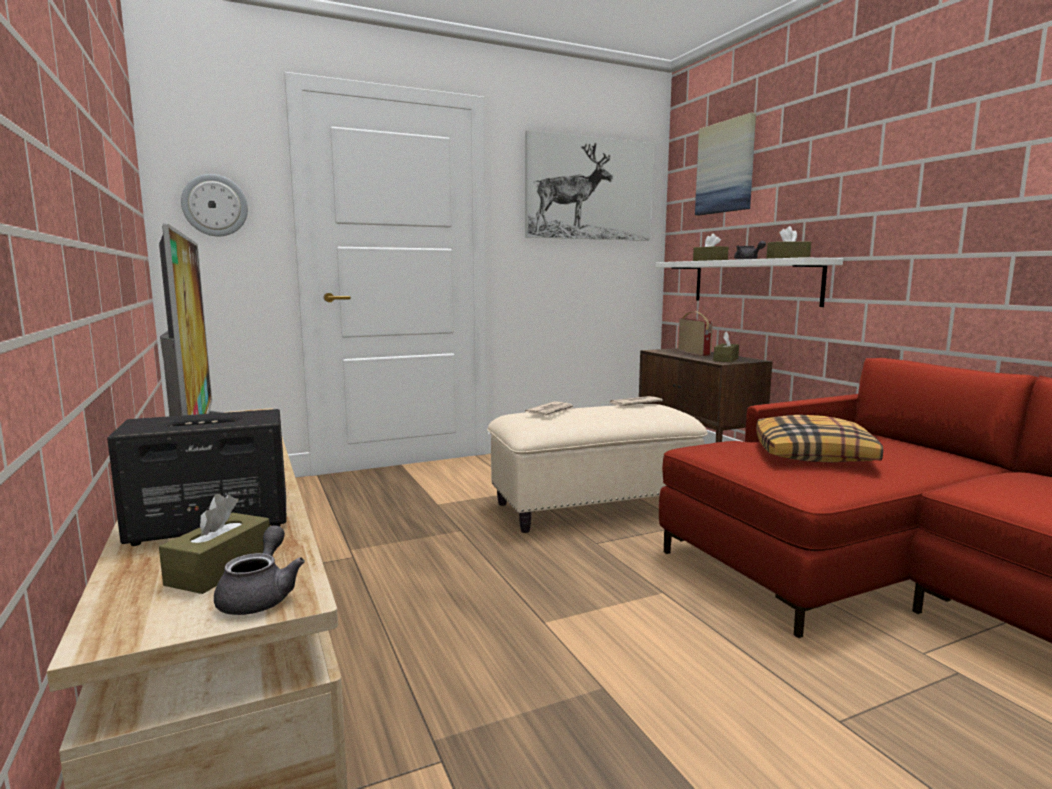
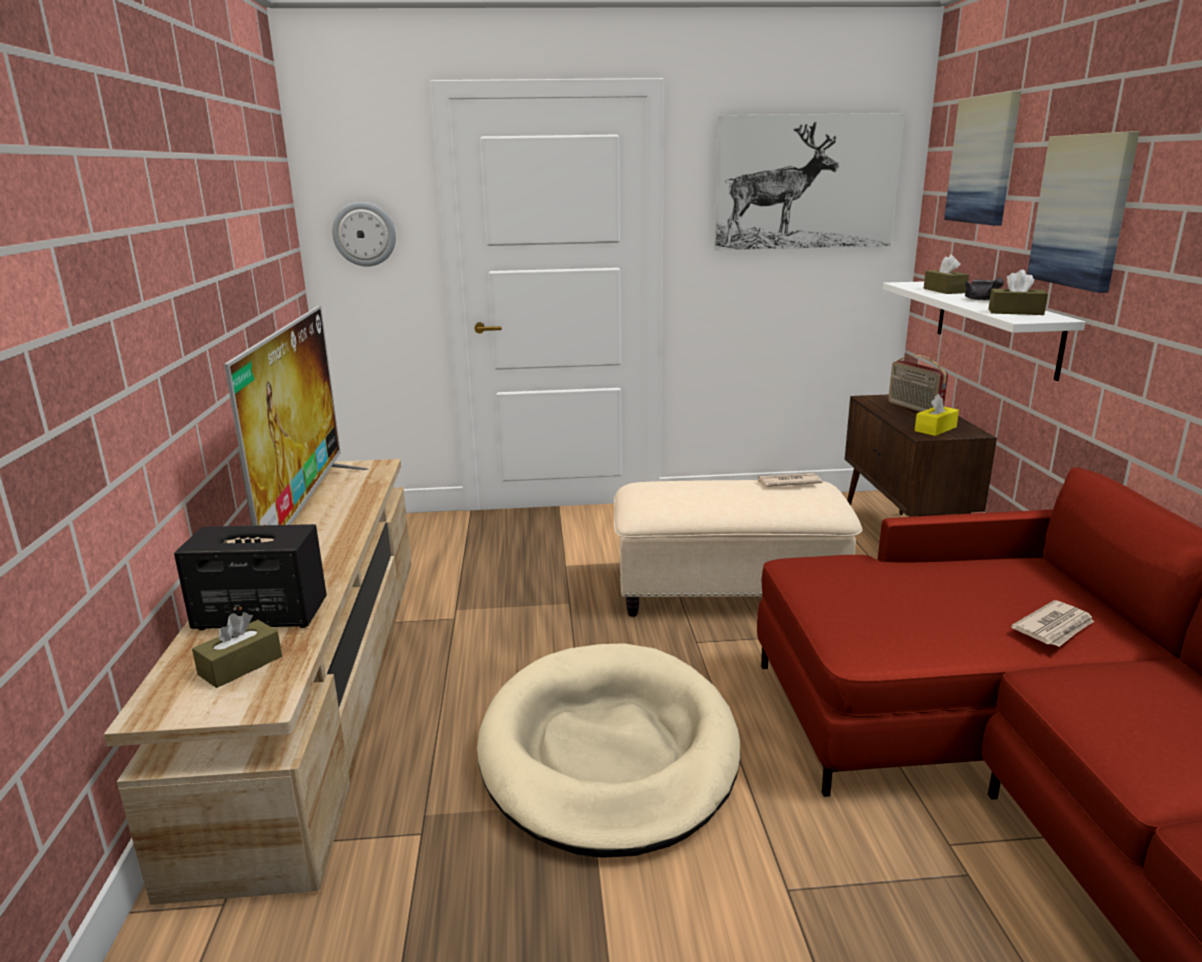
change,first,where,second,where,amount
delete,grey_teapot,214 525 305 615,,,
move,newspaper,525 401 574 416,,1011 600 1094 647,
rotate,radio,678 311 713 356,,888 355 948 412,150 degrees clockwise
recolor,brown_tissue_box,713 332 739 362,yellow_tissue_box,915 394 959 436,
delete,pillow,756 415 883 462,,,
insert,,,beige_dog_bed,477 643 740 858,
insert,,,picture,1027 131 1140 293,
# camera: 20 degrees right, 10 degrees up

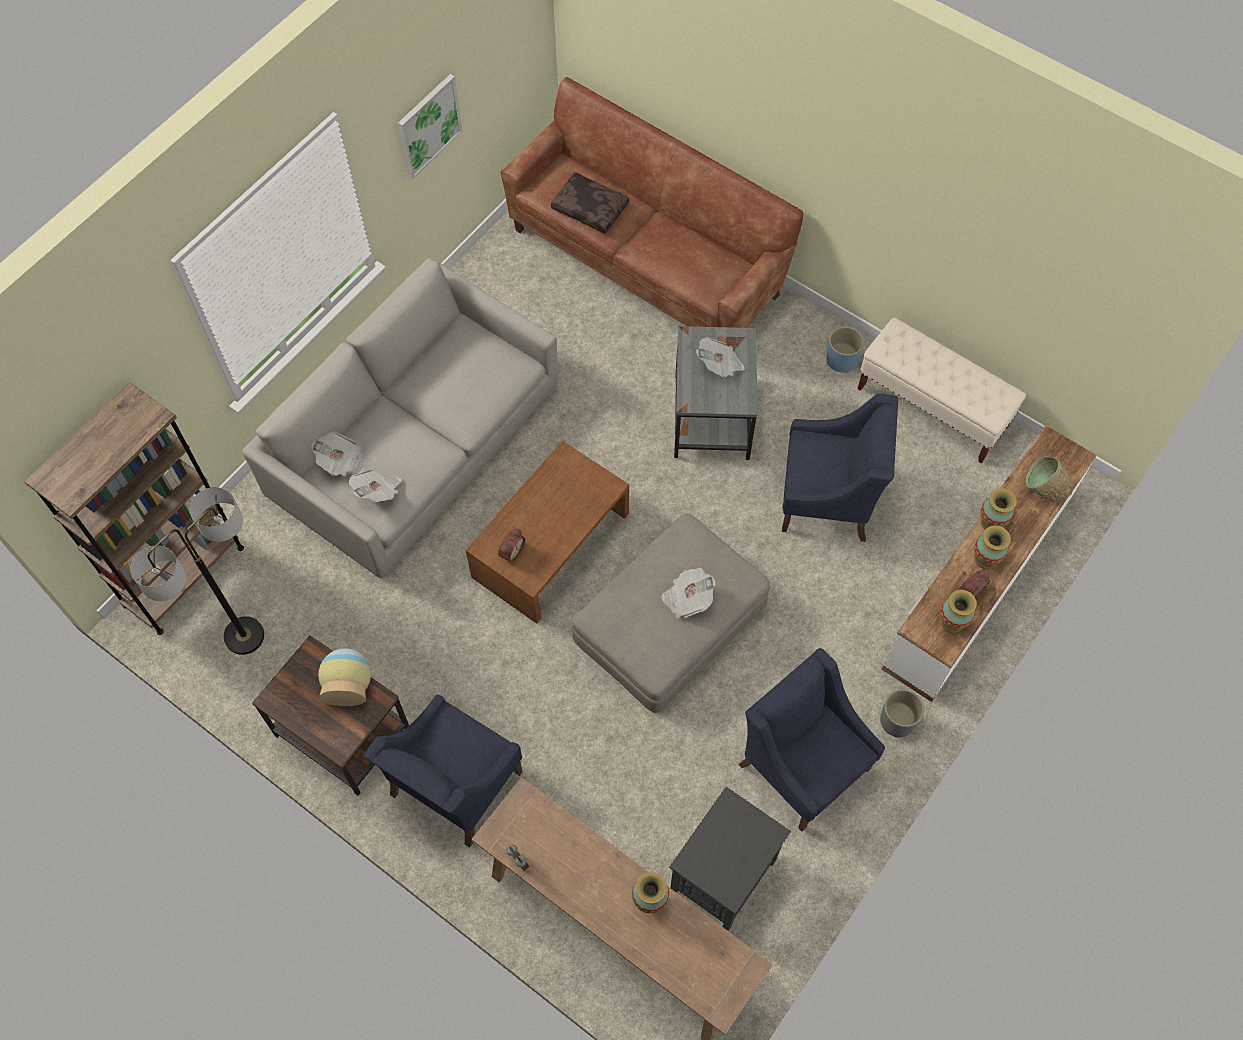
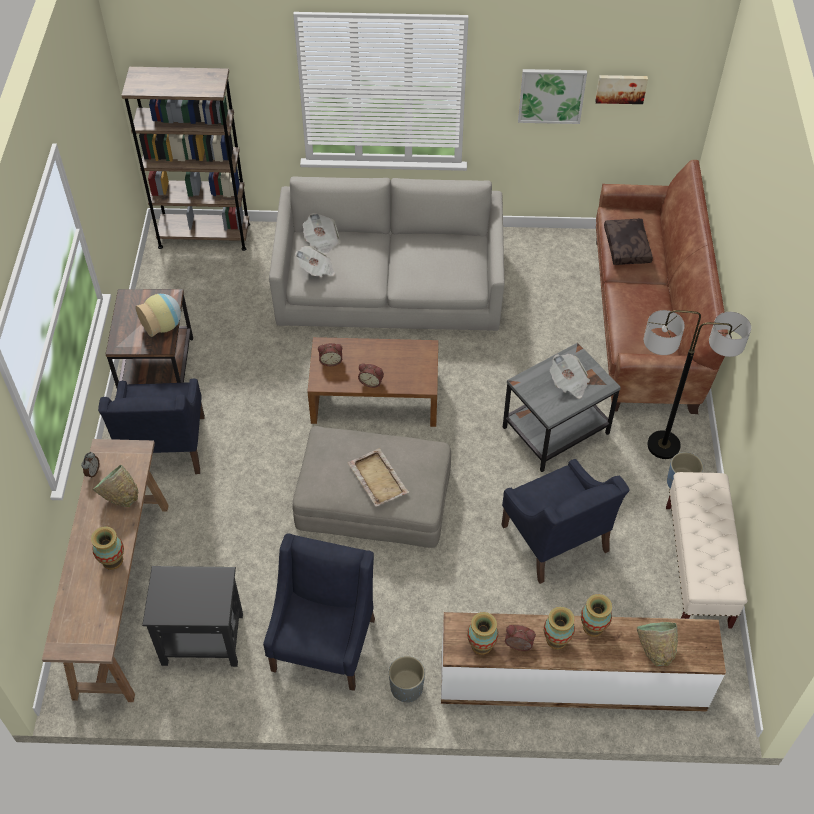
change,first,where,second,where,amount
move,floor_lamp,130 487 264 655,,644 310 751 459,
rotate,blue_armchair,364 695 523 848,,98 379 205 474,90 degrees counterclockwise
replace,newspaper,661 568 716 619,beige_tray,347 448 409 507,
insert,,,green_bowl,93 465 138 507,
insert,,,alarm_clock,358 363 384 388,
insert,,,picture,595 75 648 104,
# camera: 55 degrees right, 10 degrees down

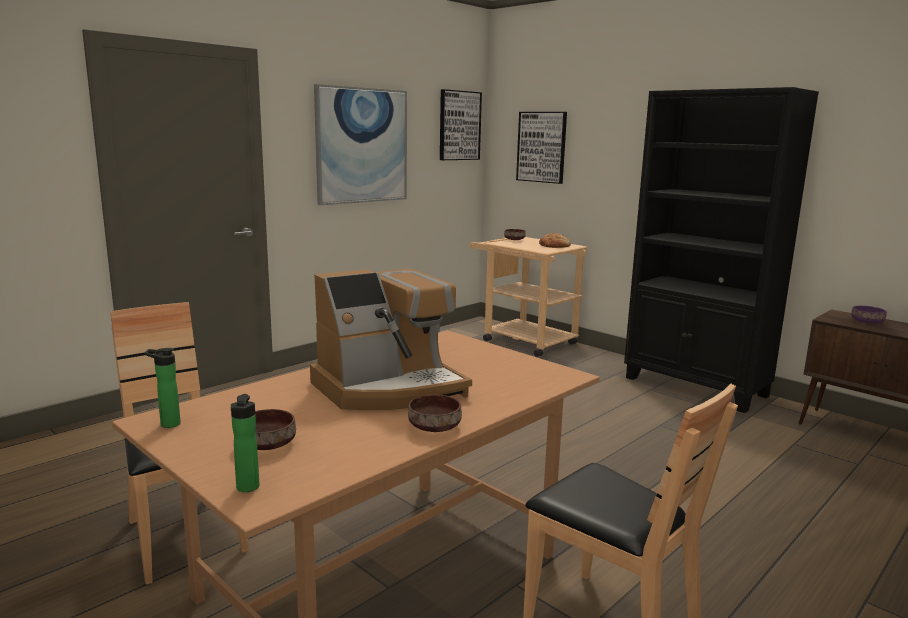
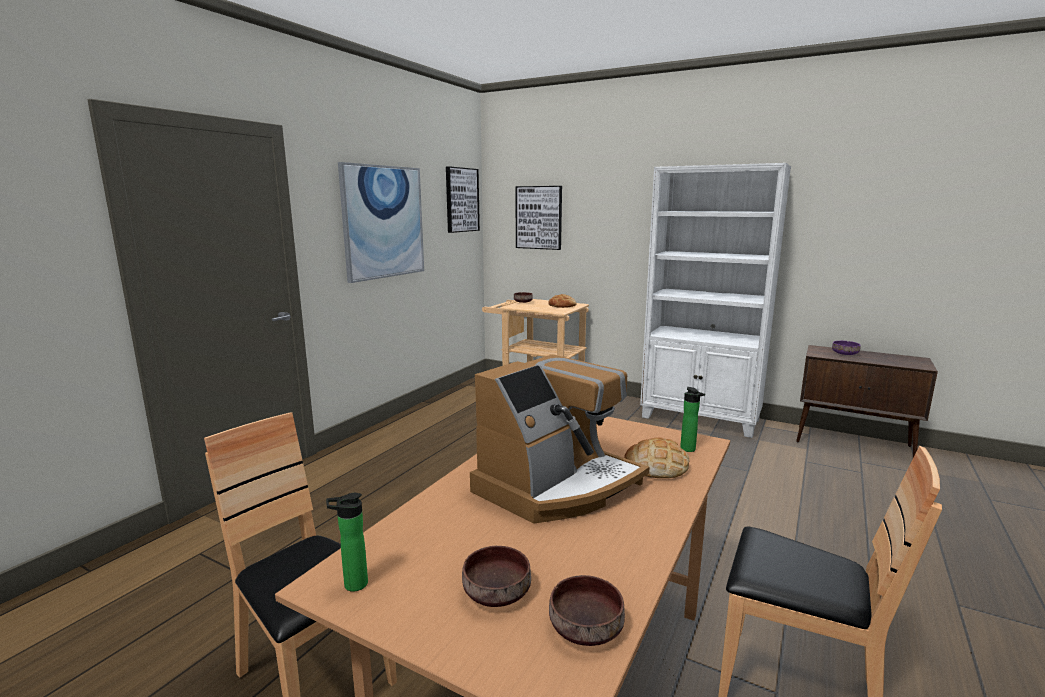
change,first,where,second,where,amount
move,bottle,231 394 259 492,,680 387 705 452,
move,brown_bowl,408 395 462 432,,549 575 625 646,
recolor,black_bookcase,624 87 819 413,white_bookcase,640 163 791 438,
insert,,,bread,624 437 690 478,
# camera: 15 degrees left, 0 degrees up

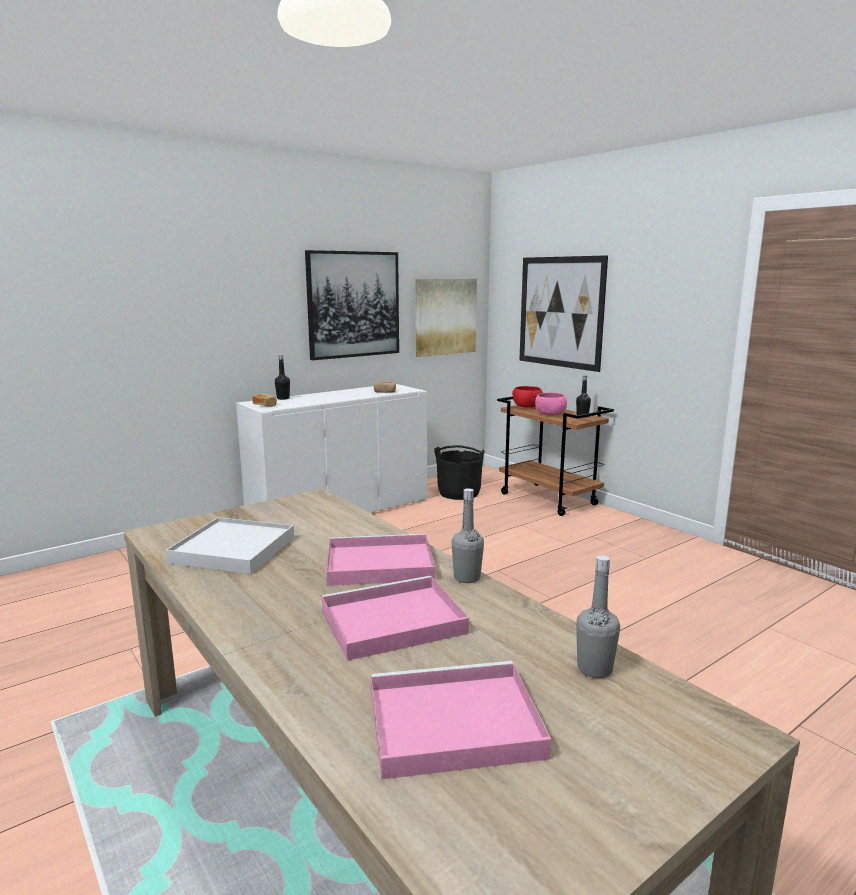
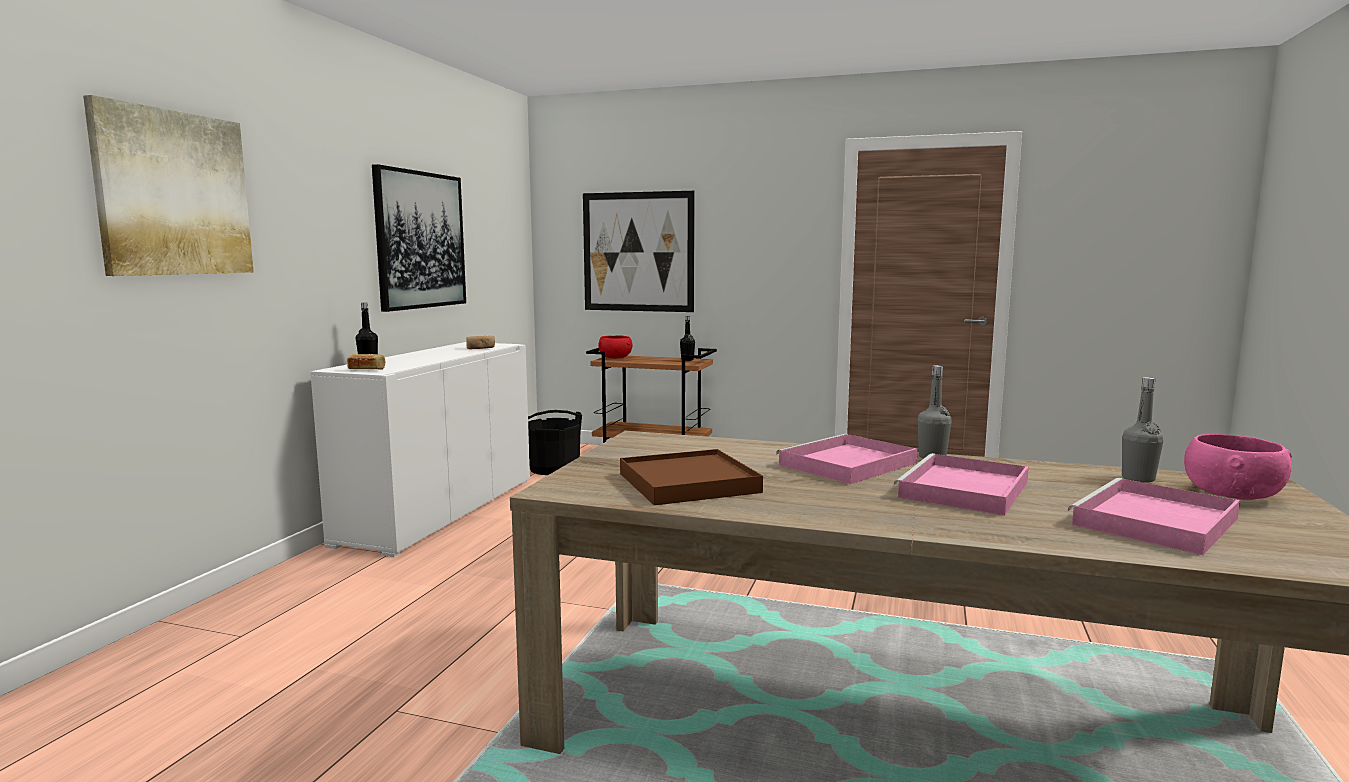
change,first,where,second,where,amount
recolor,white_tray,165 517 294 574,brown_tray,620 449 763 505,
move,picture,416 279 477 357,,83 95 254 276,
move,pink_bowl,535 393 567 416,,1184 434 1292 500,
# camera: 35 degrees left, 5 degrees down

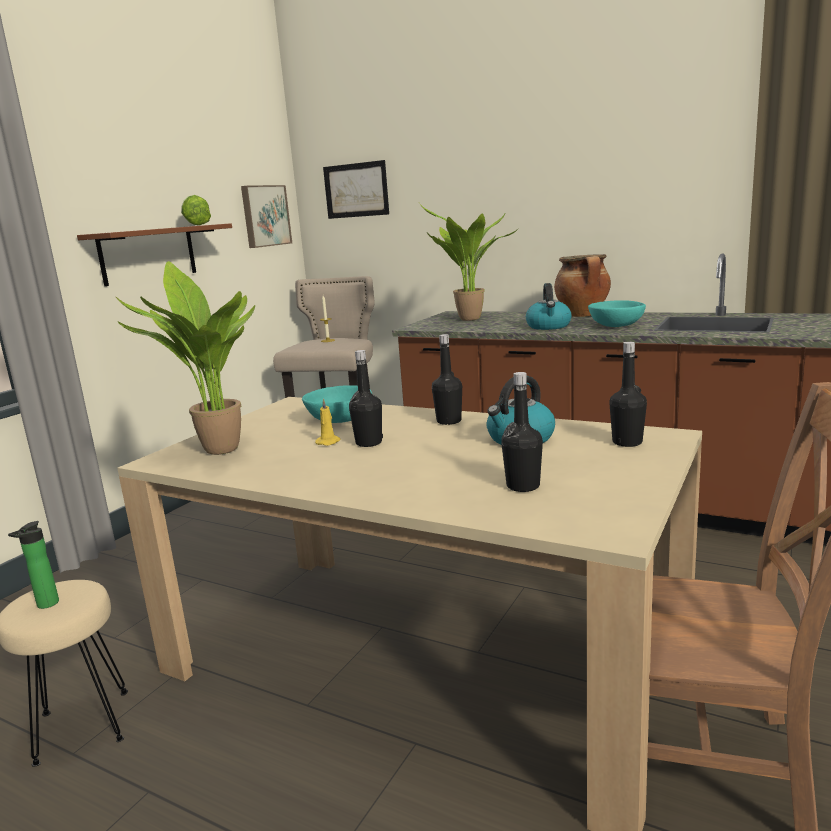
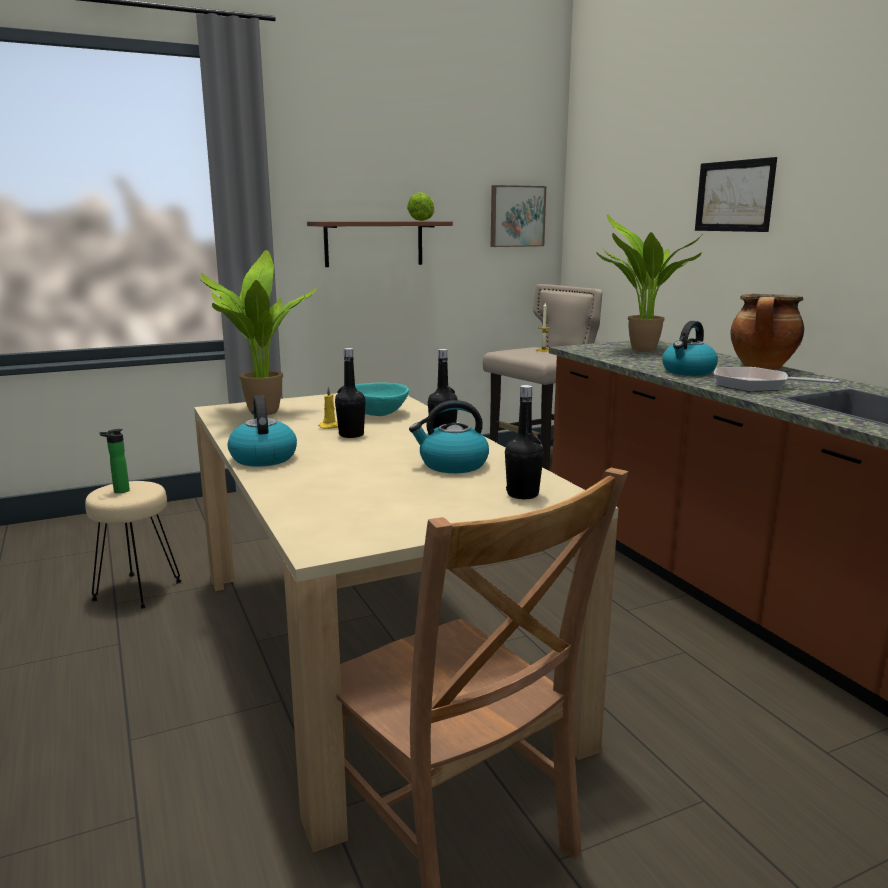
change,first,where,second,where,amount
move,picture,323 160 389 219,,695 157 777 232,
delete,black_bottle,501 372 543 492,,,
replace,turquoise_bowl,588 300 646 327,frying_pan,714 367 839 392,
insert,,,kettle,228 395 297 467,
# camera: 35 degrees right, 0 degrees up

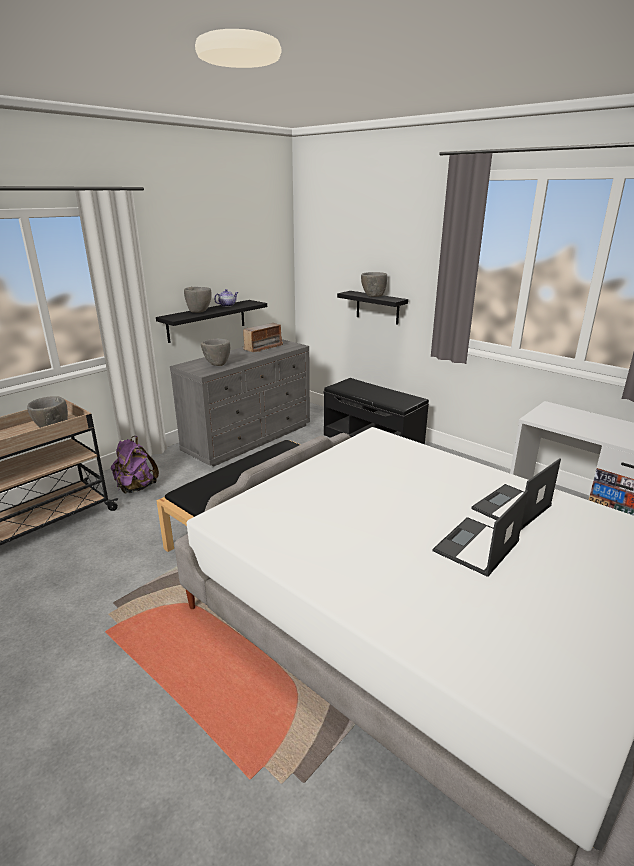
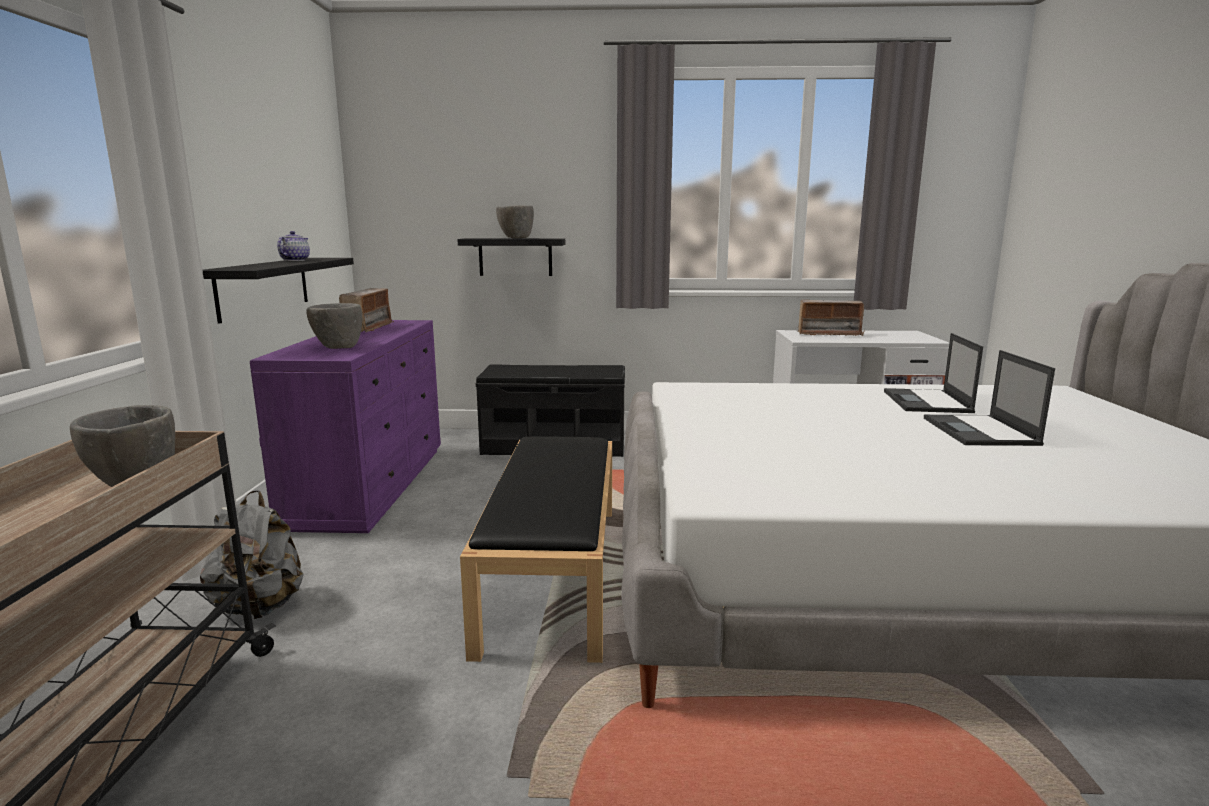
change,first,where,second,where,amount
recolor,purple_backpack,111 436 159 494,grey_backpack,200 490 303 619,
recolor,grey_dresser,170 339 310 467,purple_dresser,250 320 441 533,
delete,grey_bowl,184 287 212 313,,,
insert,,,radio,797 300 865 336,
# camera: 40 degrees left, 10 degrees down

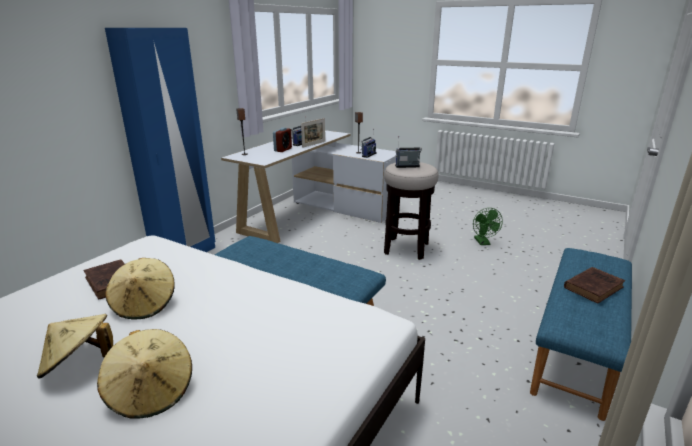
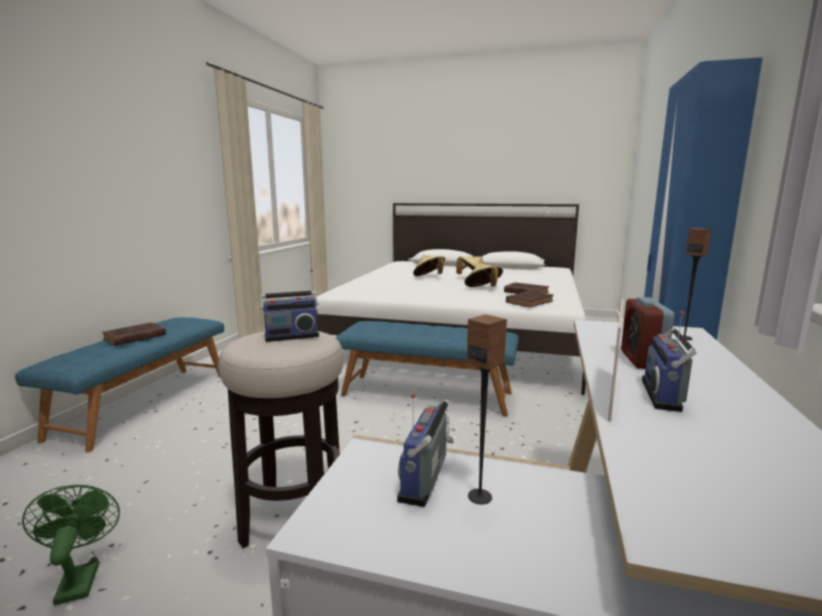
change,first,where,second,where,amount
insert,,,brown_book,506 291 553 308,
# camera: 165 degrees right, 10 degrees down

